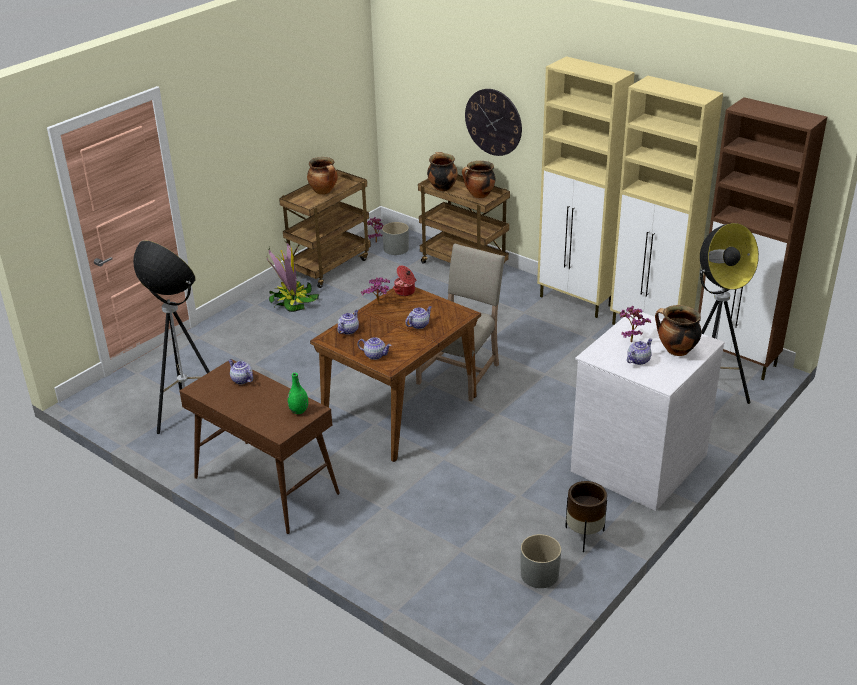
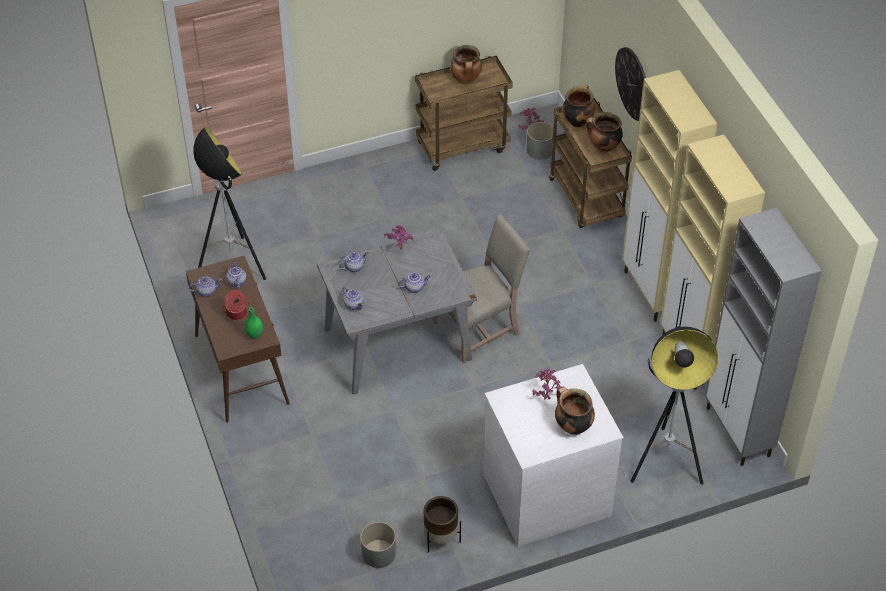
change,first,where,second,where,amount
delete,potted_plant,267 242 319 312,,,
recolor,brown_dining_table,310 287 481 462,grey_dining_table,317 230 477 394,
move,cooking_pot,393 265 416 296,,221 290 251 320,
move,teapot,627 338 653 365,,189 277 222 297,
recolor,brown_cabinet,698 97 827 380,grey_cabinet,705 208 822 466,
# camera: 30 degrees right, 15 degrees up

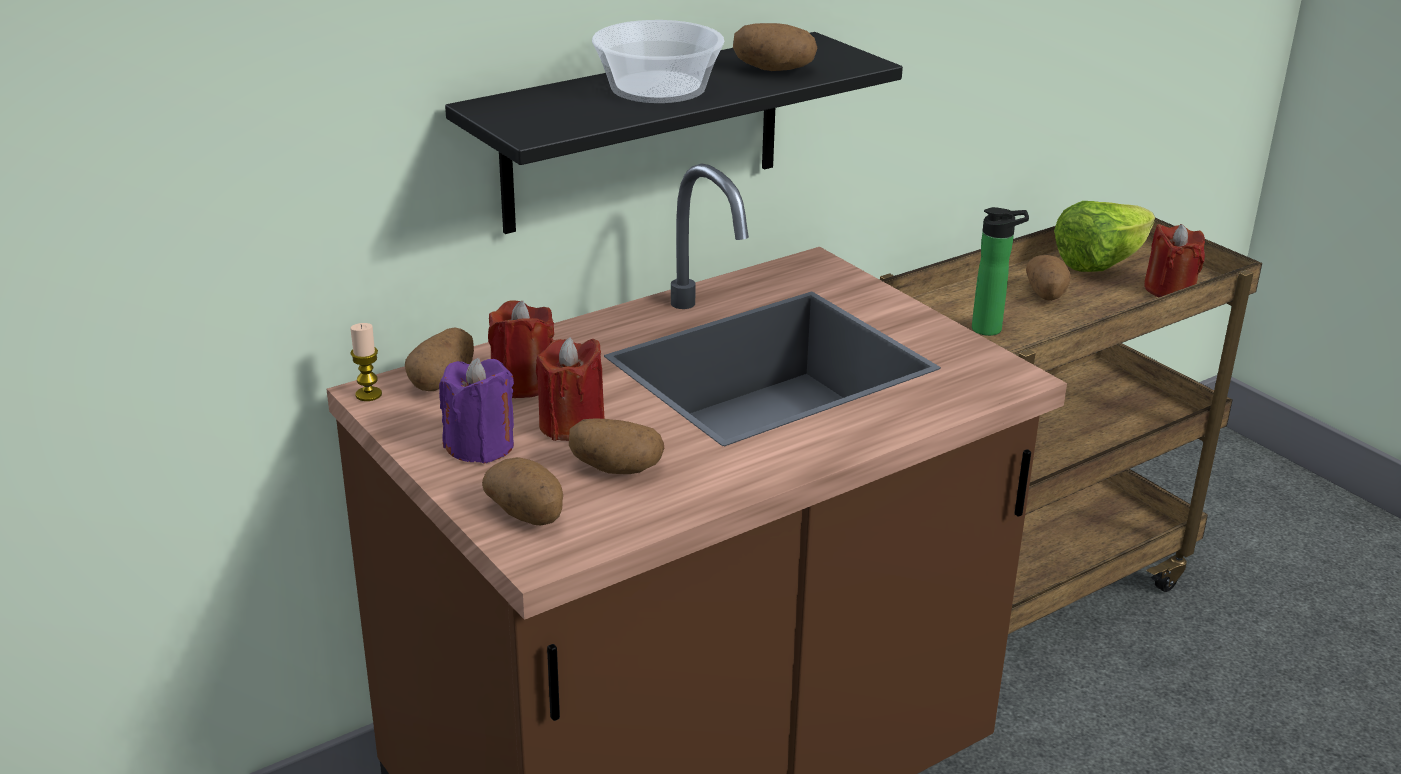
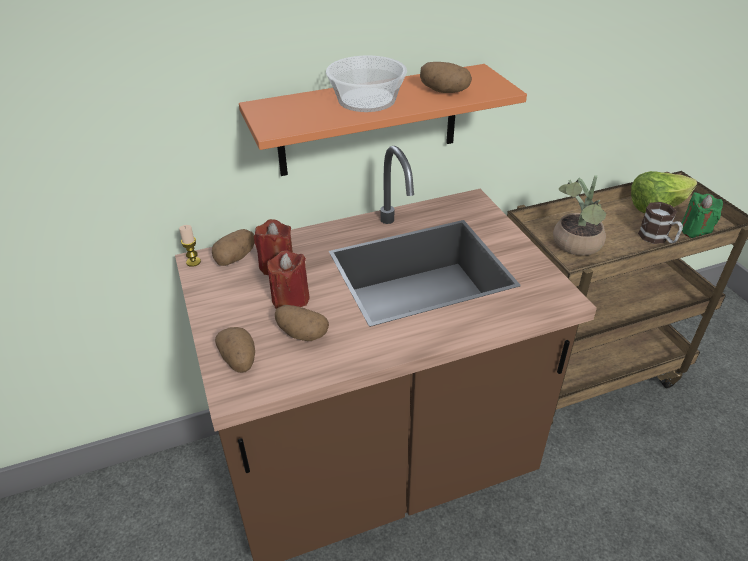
change,first,where,second,where,amount
delete,purple_candle,439 358 514 464,,,
recolor,black_shelf,445 32 903 234,orange_shelf,239 64 527 176,
replace,bottle,972 207 1029 336,potted_plant,553 175 606 256,
delete,potato,1026 255 1071 301,,,
recolor,red_candle,1144 224 1205 297,green_candle,681 192 723 238,
insert,,,mug,638 202 683 244,
# camera: 15 degrees right, 10 degrees up

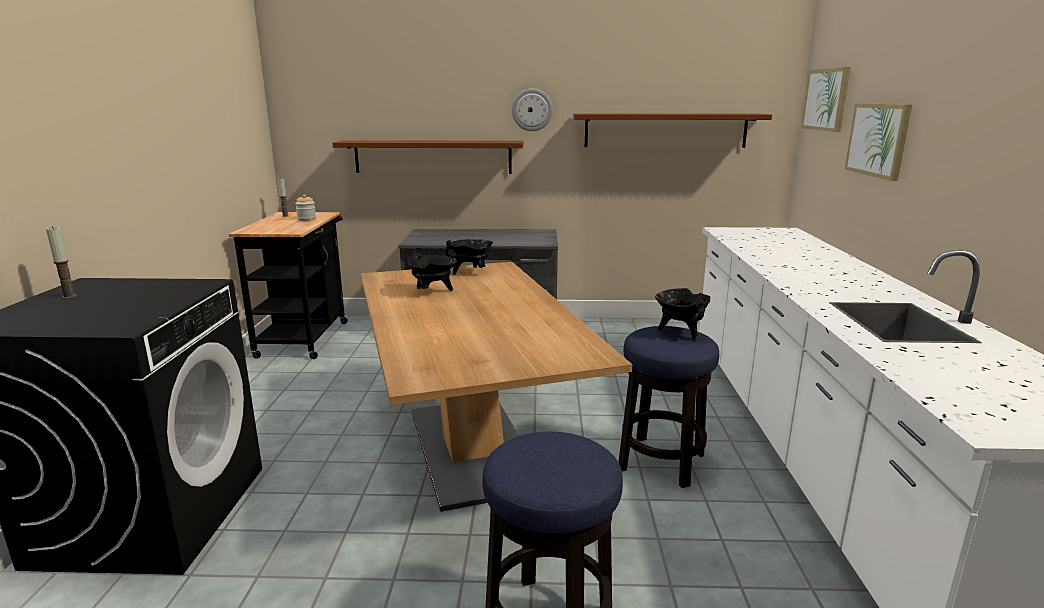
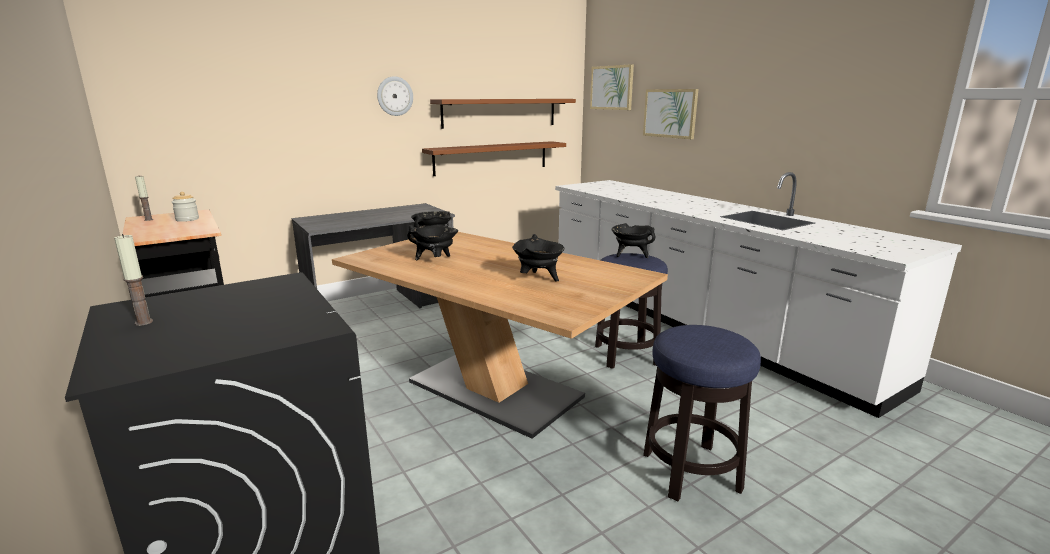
change,first,where,second,where,amount
move,brown_shelf,332 140 524 174,,422 141 566 176,
insert,,,black_cooking_pot,512 234 565 281,
# camera: 35 degrees left, 0 degrees up

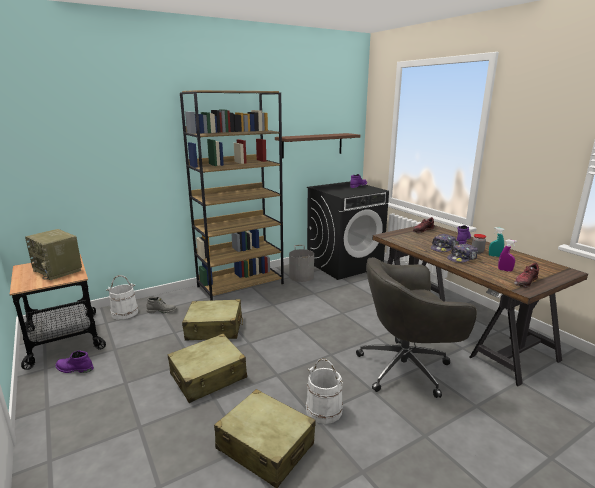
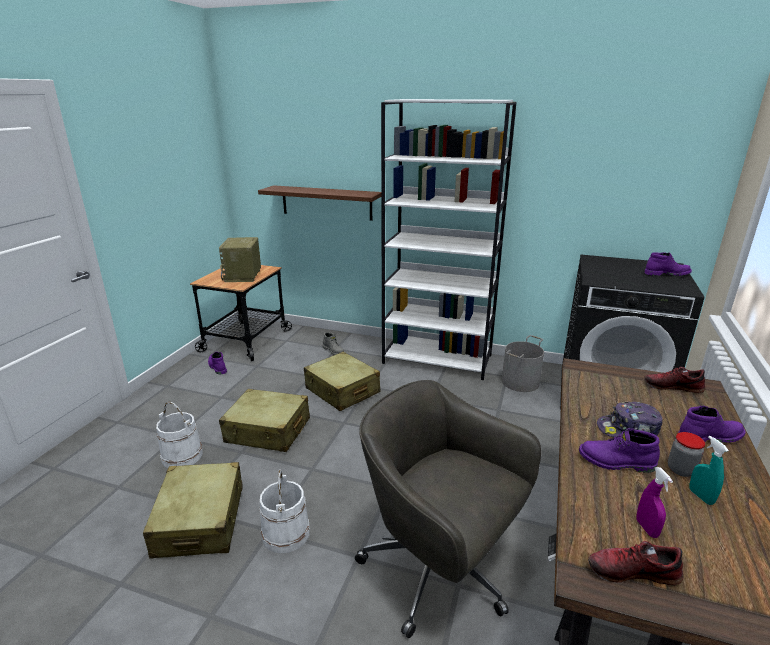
change,first,where,second,where,amount
move,white_bucket,106 275 138 320,,156 402 203 468,
recolor,brown_bookcase,180 90 284 301,white_bookcase,381 99 517 380,
move,brown_shelf,275 133 361 159,,258 185 381 221,
replace,cap,447 243 478 263,purple_boot,579 428 660 473,
# camera: 50 degrees right, 5 degrees up

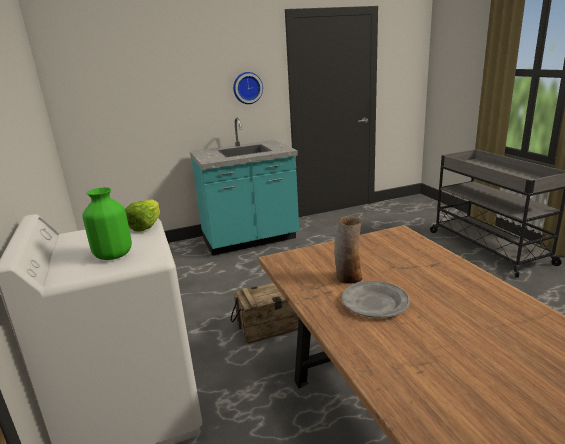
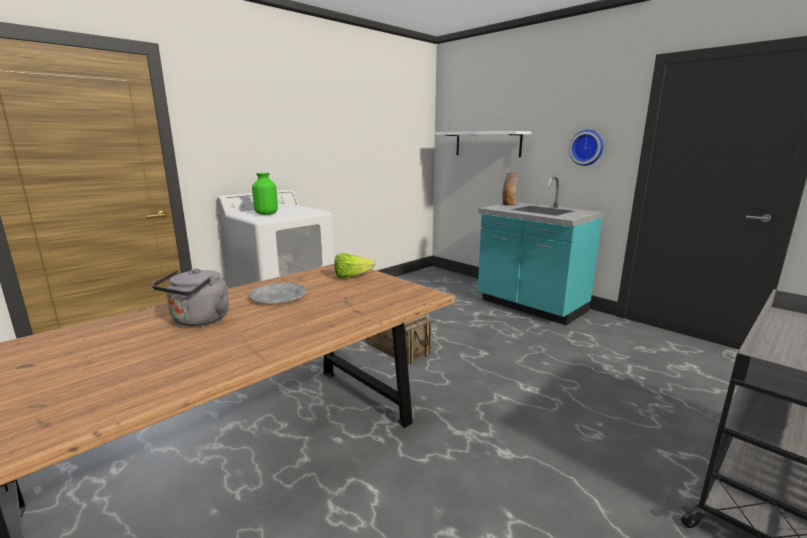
change,first,where,second,where,amount
move,lettuce,125 200 160 232,,334 253 375 278,
move,vase,334 216 362 284,,502 172 519 206,
insert,,,grey_kettle,152 269 229 326,
insert,,,white_shelf,435 131 531 157,
# camera: 65 degrees right, 5 degrees down

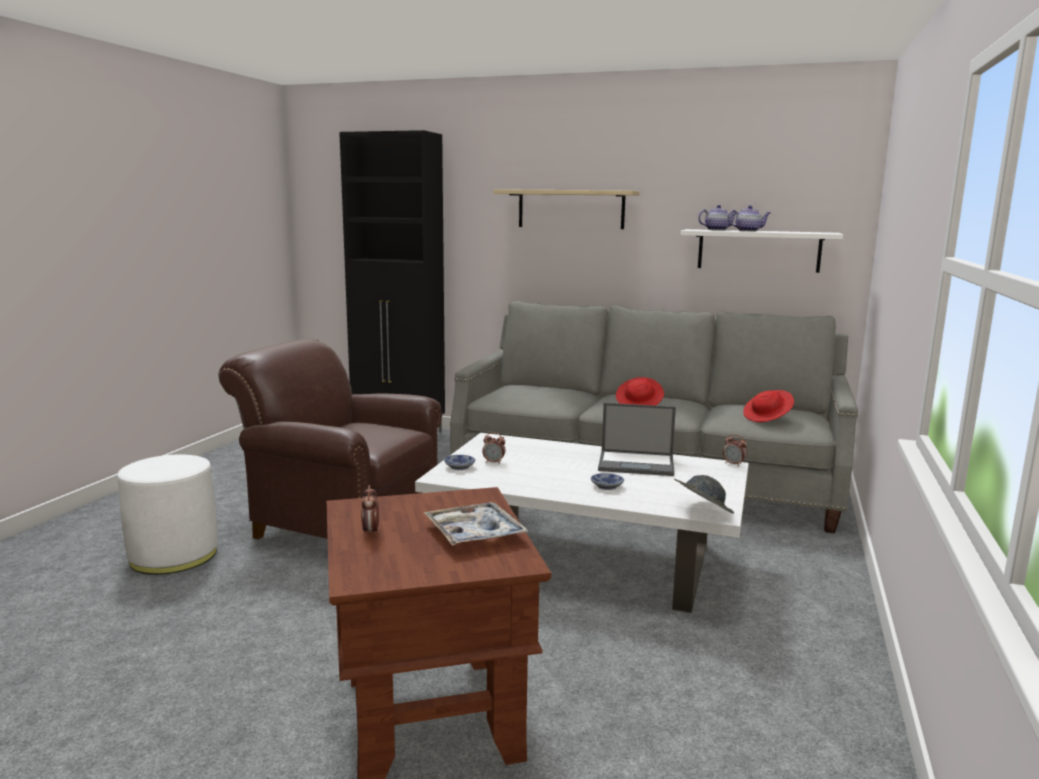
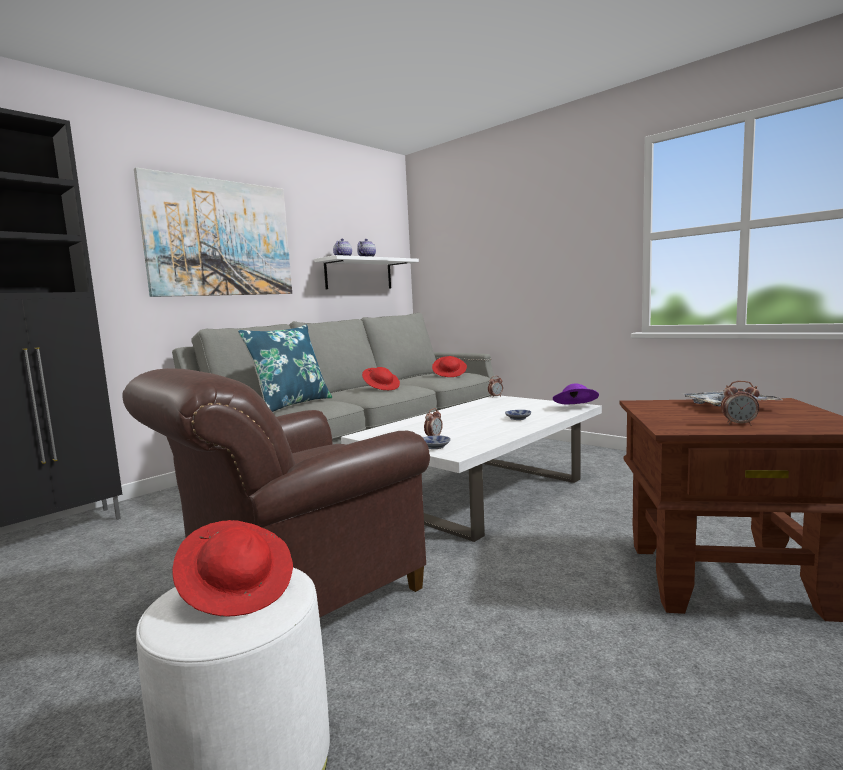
change,first,where,second,where,amount
replace,beige_shelf,493 189 640 229,picture,134 168 292 297,
delete,laptop,598 403 676 476,,,
recolor,grey_hat,674 475 734 514,purple_hat,553 384 599 404,
insert,,,red_hat,172 520 293 617,
insert,,,blue_pillow,238 325 332 412,
# camera: 65 degrees left, 5 degrees down

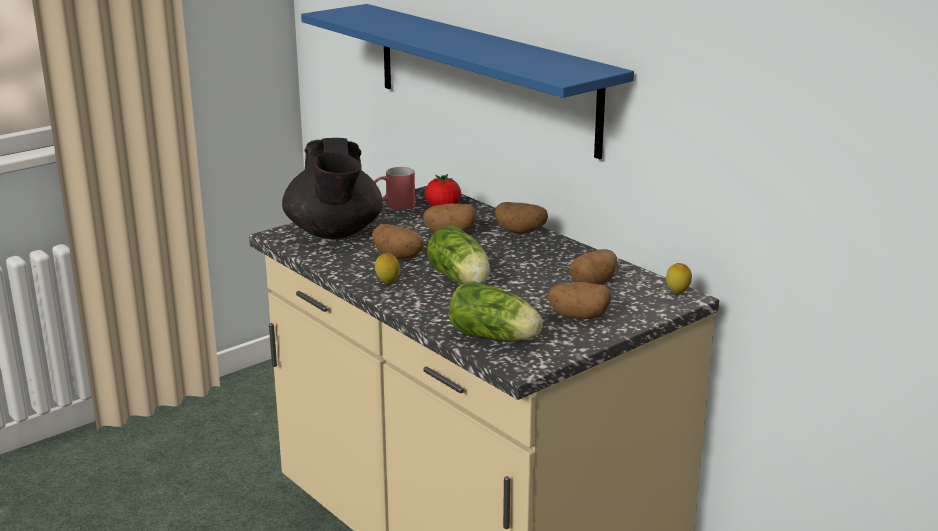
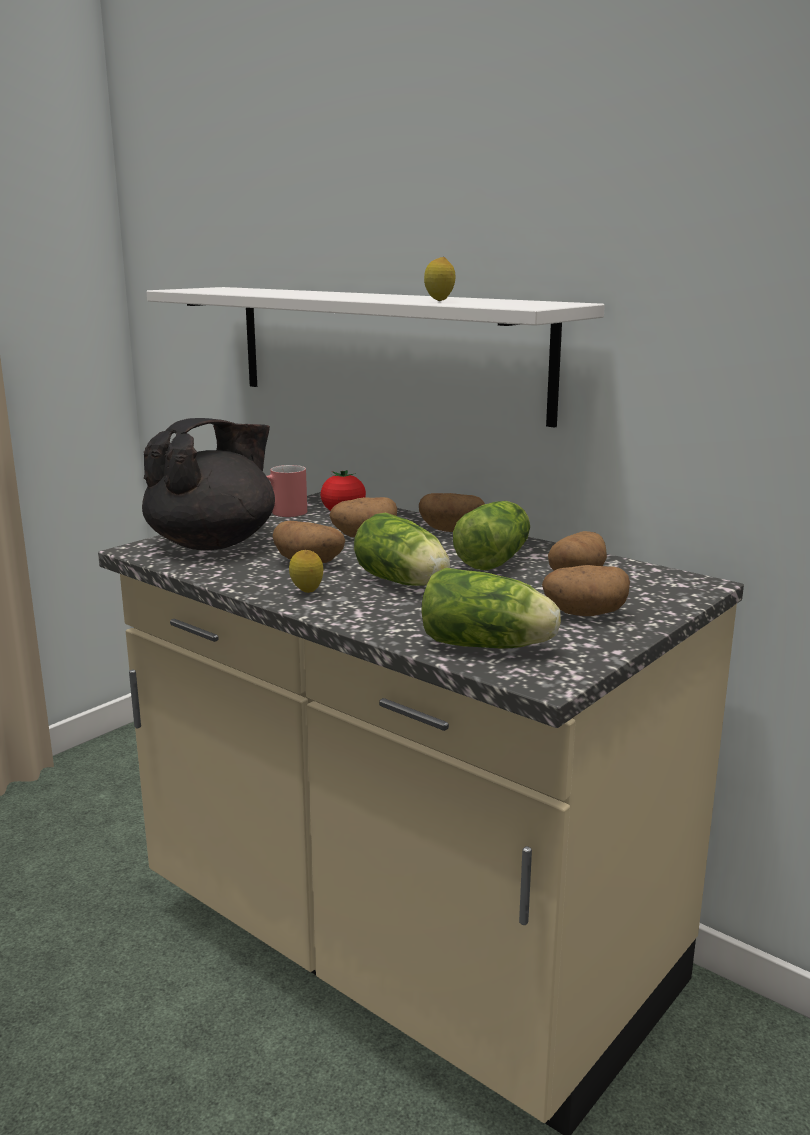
change,first,where,second,where,amount
rotate,black_teapot,282 138 383 239,,142 418 275 550,120 degrees counterclockwise
recolor,blue_shelf,301 4 634 159,white_shelf,146 287 605 428,
move,lemon,666 263 692 294,,424 257 455 301,
insert,,,lettuce,453 501 530 570,
# camera: 10 degrees left, 5 degrees down

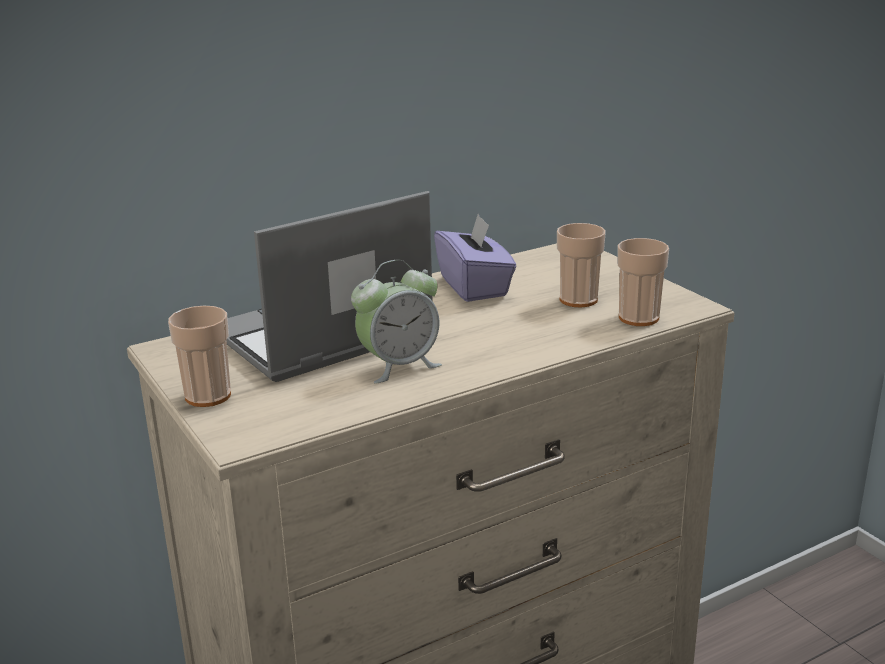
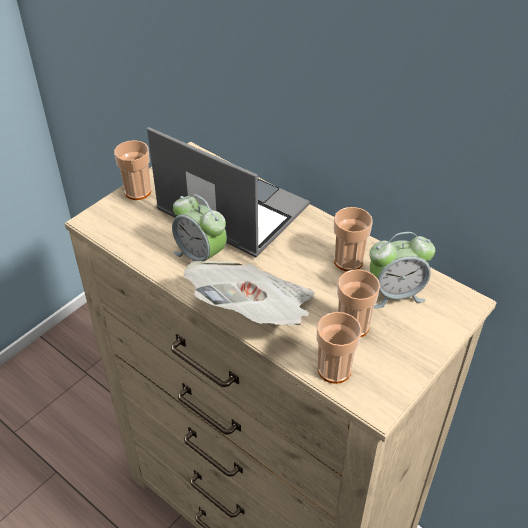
change,first,where,second,where,amount
replace,purple_tissue_box,434 214 516 302,cup,334 207 373 271,
insert,,,newspaper,184 261 314 326,
insert,,,alarm_clock,369 232 435 308,
# camera: 70 degrees right, 20 degrees up

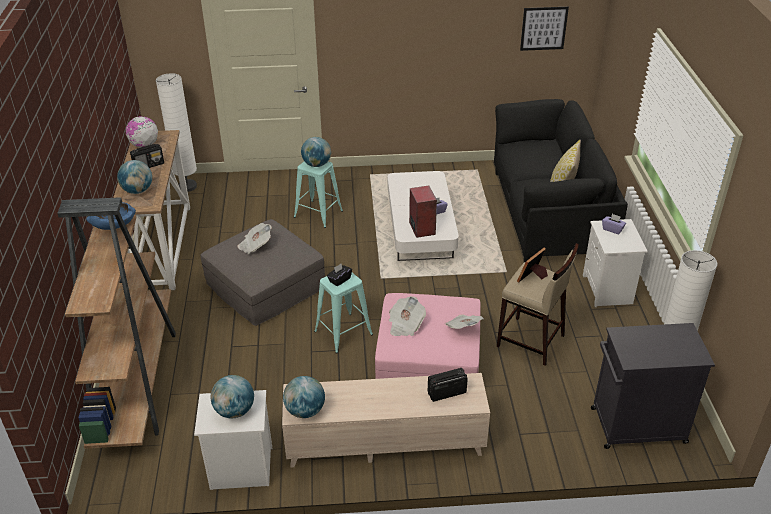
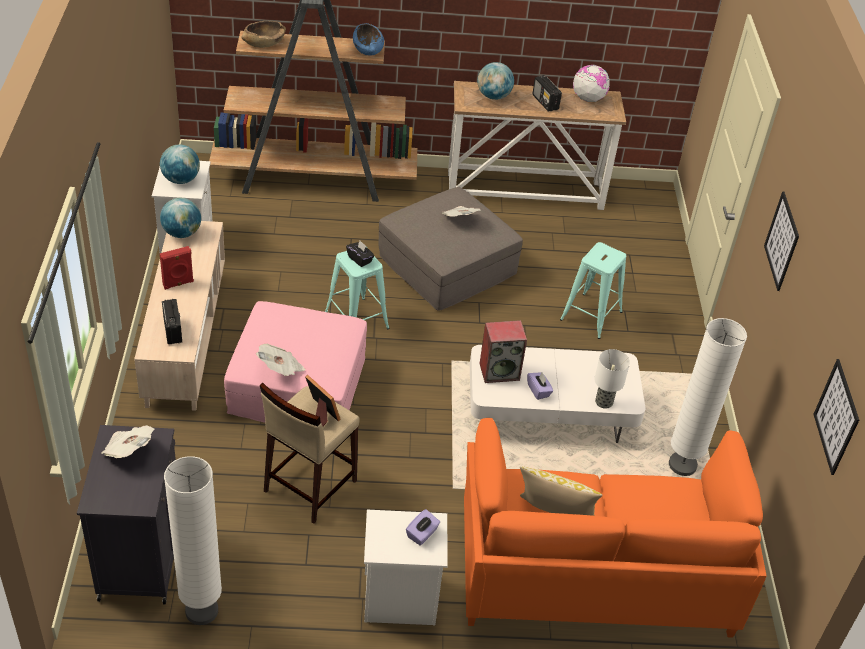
change,first,where,second,where,amount
move,white_floor_lamp,156 73 197 192,,669 318 747 476,
delete,globe,301 137 331 167,,,
move,newspaper,389 296 426 336,,101 425 155 458,
recolor,black_sofa,494 99 628 262,orange_sofa,464 418 767 638,
insert,,,red_speaker,159 246 194 290,
insert,,,brown_bowl,241 21 286 48,
insert,,,table_lamp,594 349 630 409,
insert,,,picture,764 191 799 291,
# camera: 90 degrees right, 5 degrees up

